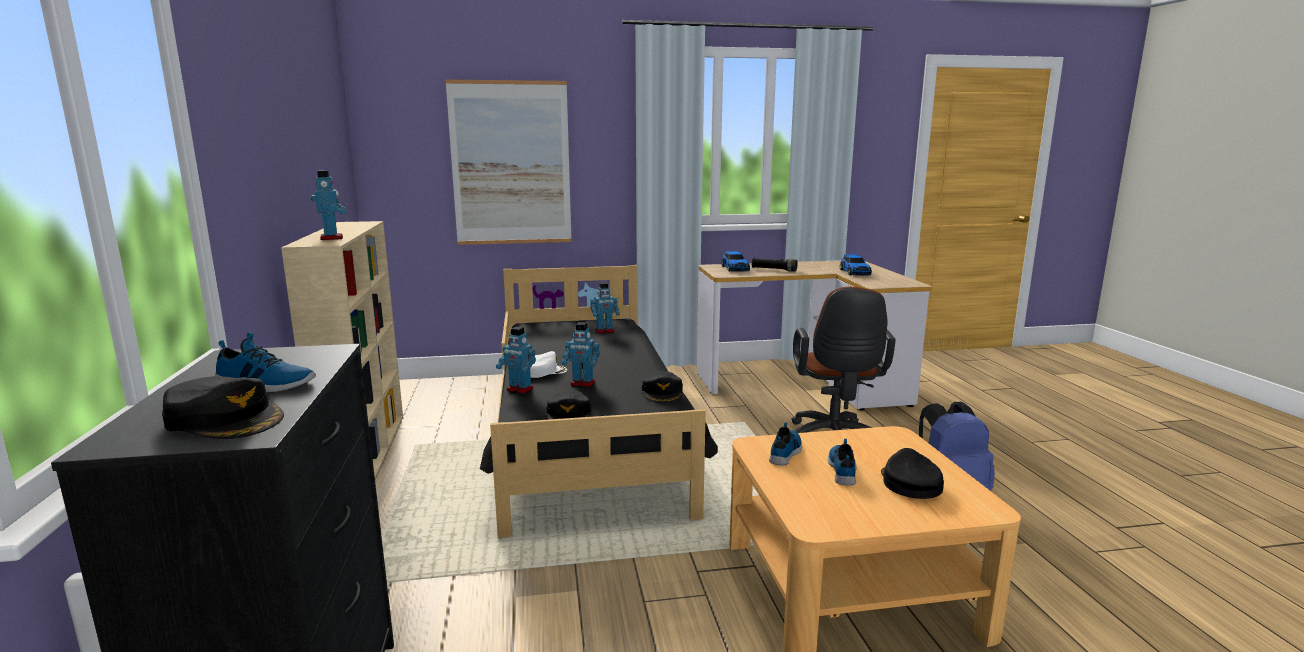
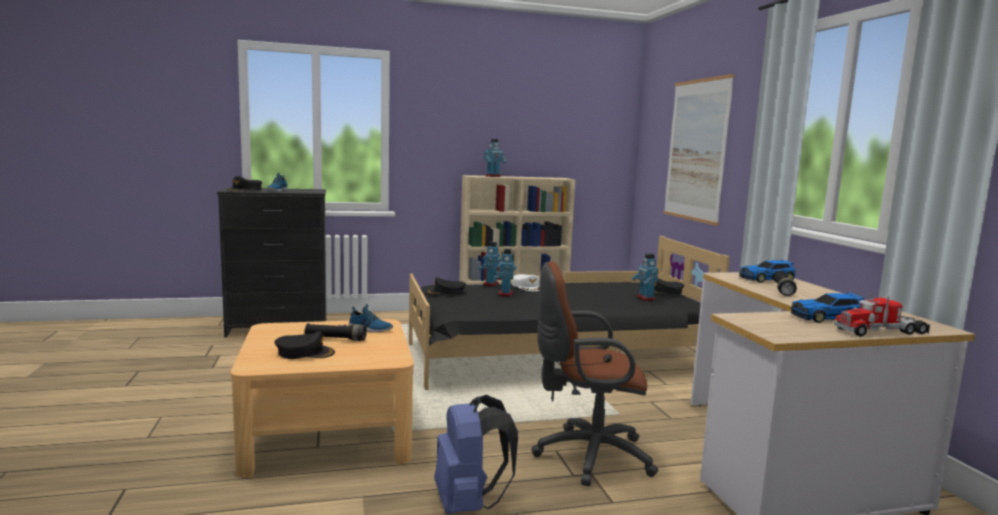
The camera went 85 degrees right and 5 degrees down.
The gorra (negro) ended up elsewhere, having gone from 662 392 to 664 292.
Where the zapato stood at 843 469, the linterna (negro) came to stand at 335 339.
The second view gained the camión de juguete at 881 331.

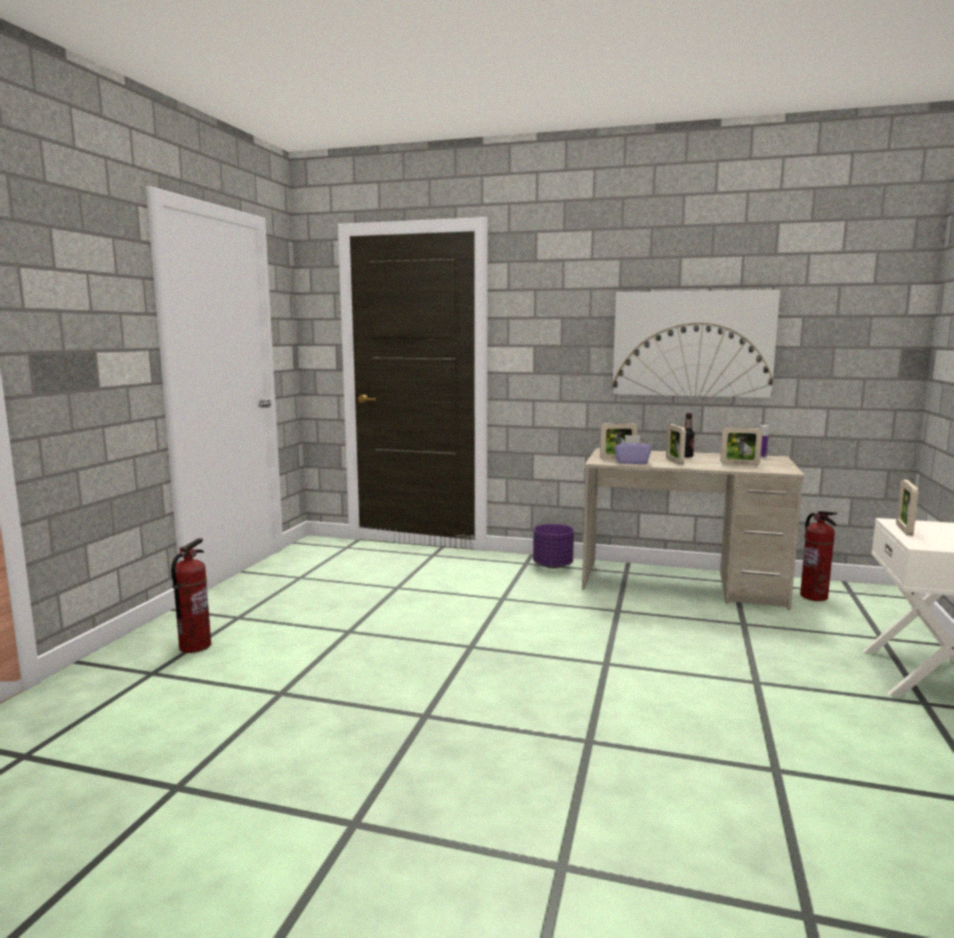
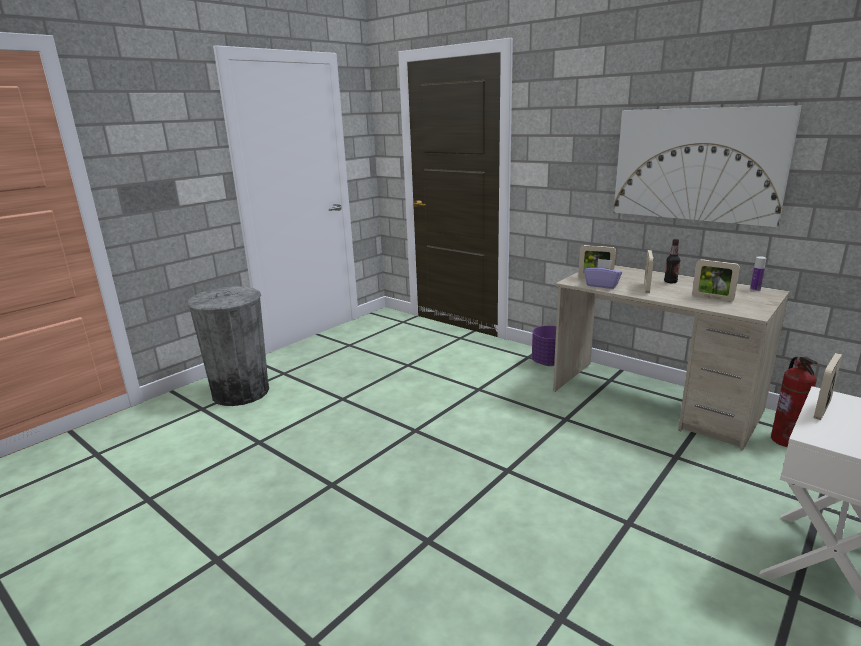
The camera went 25 degrees right and 10 degrees up.
Where the extintor stood at 195 646, the papelera (gris) came to stand at 241 392.

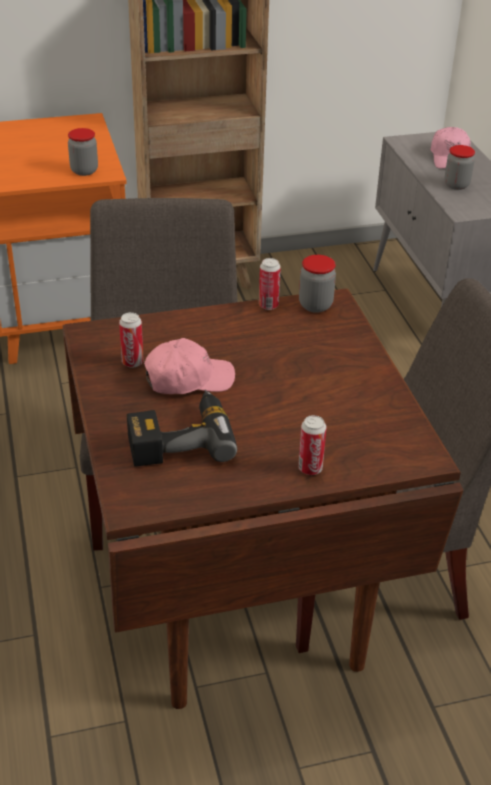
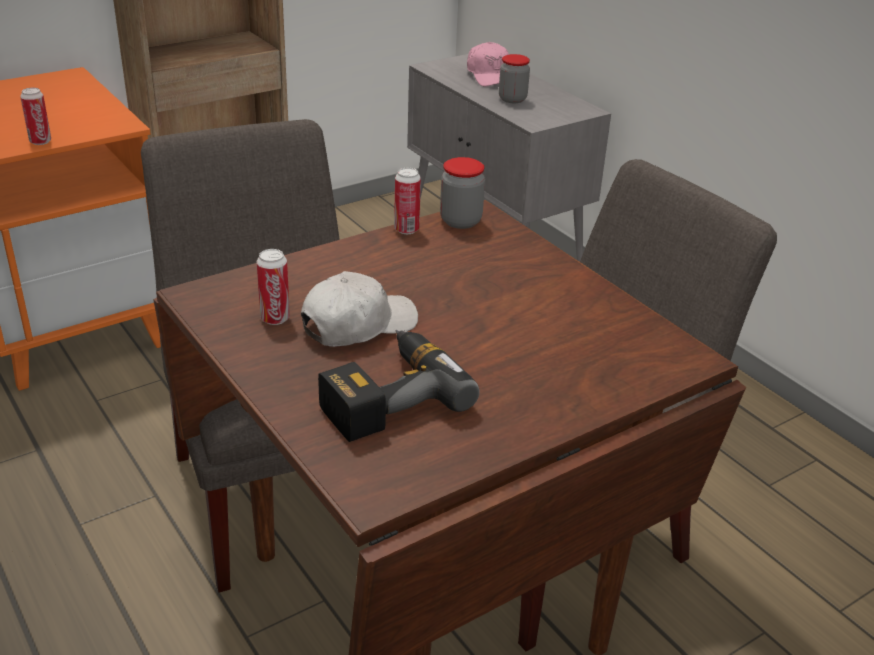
The camera went 20 degrees left and 5 degrees down.
The second view lost the tarro at 84 171.
What was the gorra (rosa) at 188 379 turned into the gorra (blanco) at 358 325.
The lata ended up elsewhere, having gone from 310 468 to 40 141.

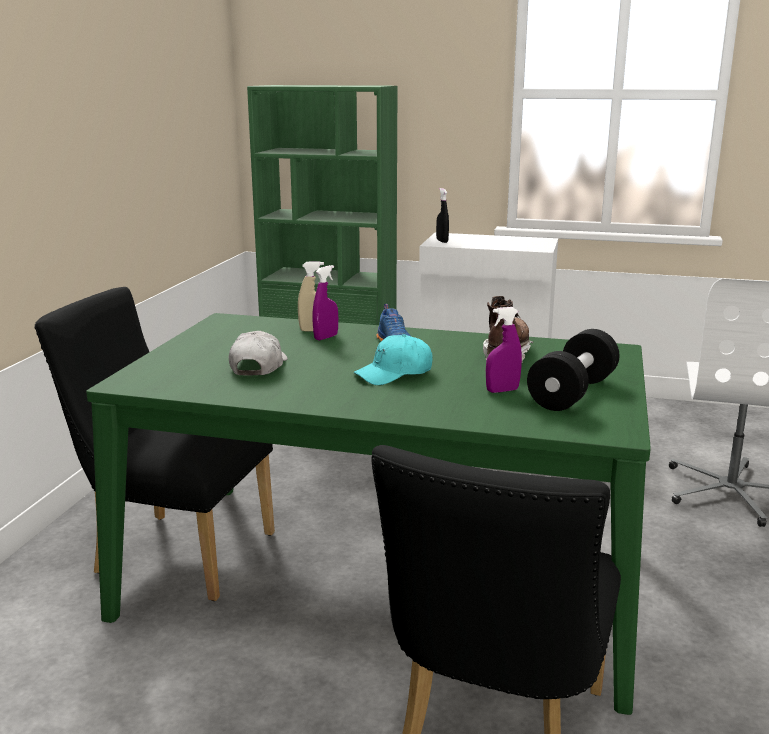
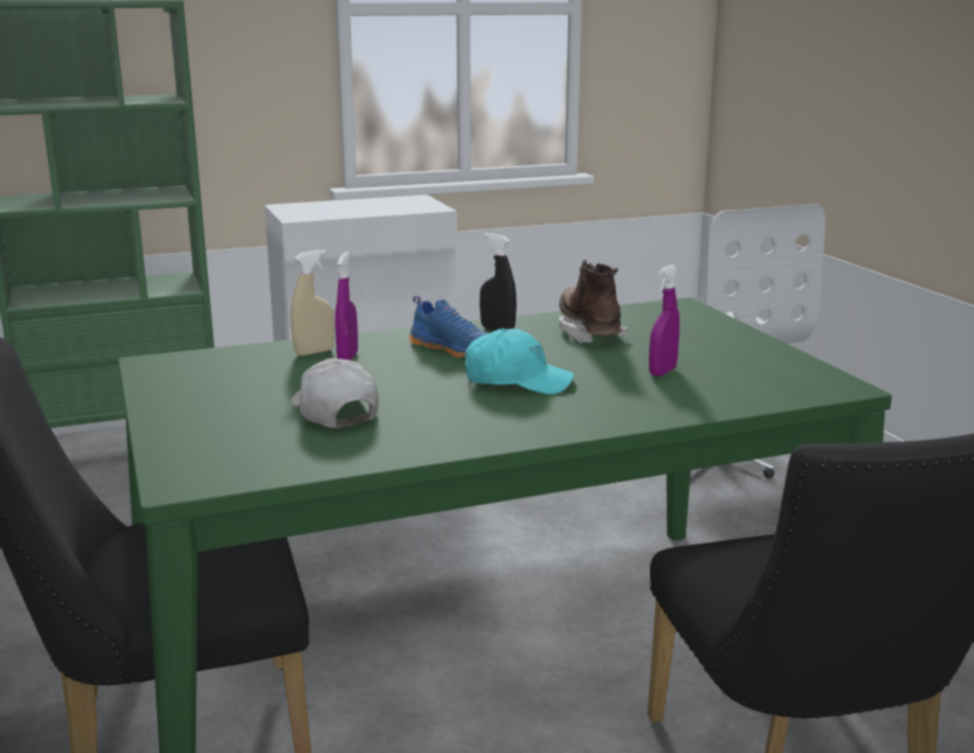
The camera went 35 degrees left and 0 degrees up.
The pulverizador (negro) ended up elsewhere, having gone from 442 241 to 497 330.
The second view lost the mancuerna (negro) at 572 393.
The gorra (turquesa) at 394 373 ended up facing another way, 105 degrees counterclockwise from before.

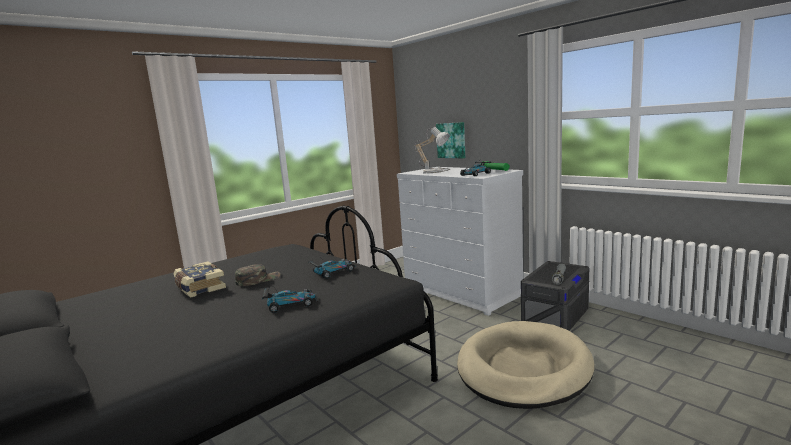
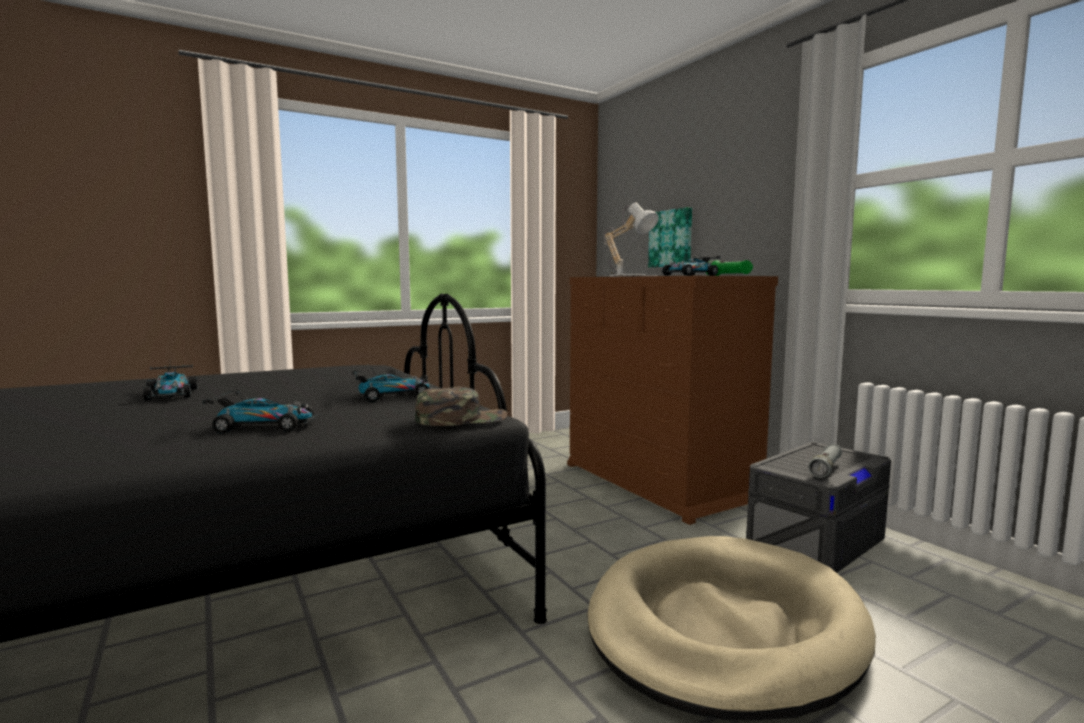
The camera went 10 degrees right and 5 degrees down.
What was the cómoda (blanco) at 462 291 turned into the cómoda (marrón) at 659 481.
Where the libro stood at 199 288, the coche de juguete came to stand at 171 394.
The gorra (verde) ended up elsewhere, having gone from 258 279 to 461 419.

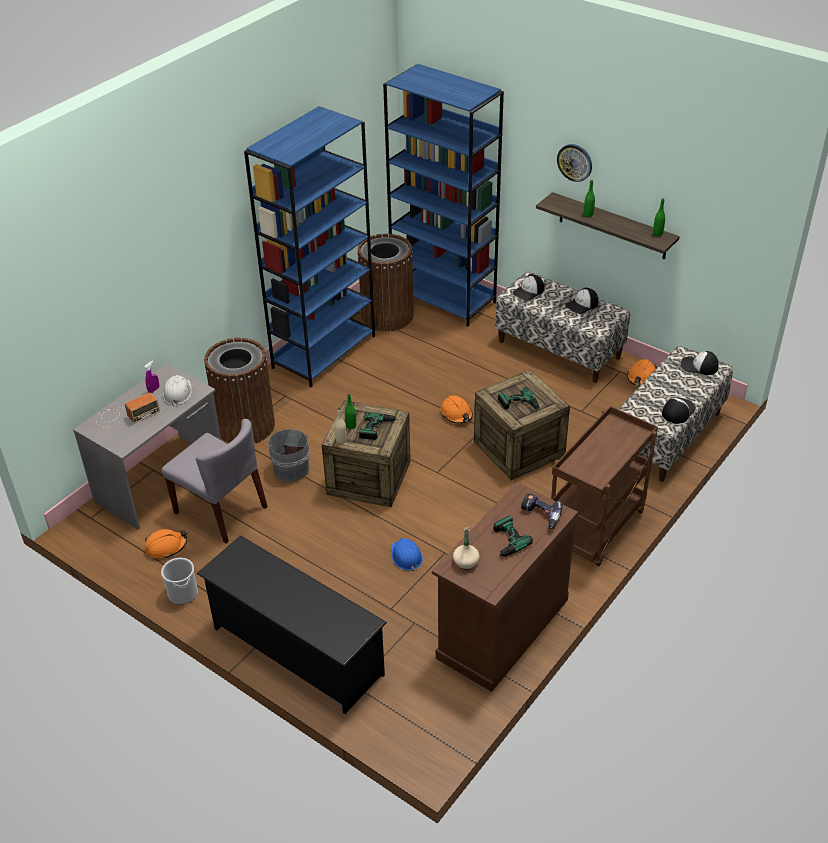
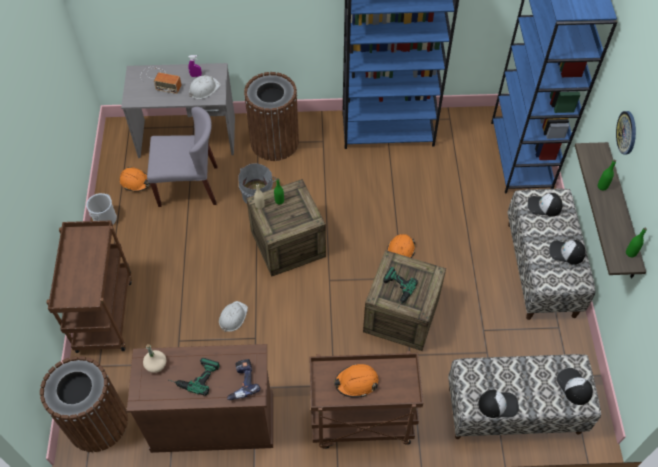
The camera went 50 degrees right and 15 degrees up.
The papelera (marrón) ended up elsewhere, having gone from 387 315 to 97 422.
The casco (naranja) ended up elsewhere, having gone from 641 377 to 356 382.
The second view lost the taladro at 381 429.
The silla (gris) at 221 510 ended up facing another way, 90 degrees counterclockwise from before.
Where the zapatero (negro) stood at 296 651, the carrito (marrón) came to stand at 104 313.
What was the casco (azul) at 406 556 turned into the casco (blanco) at 232 317.

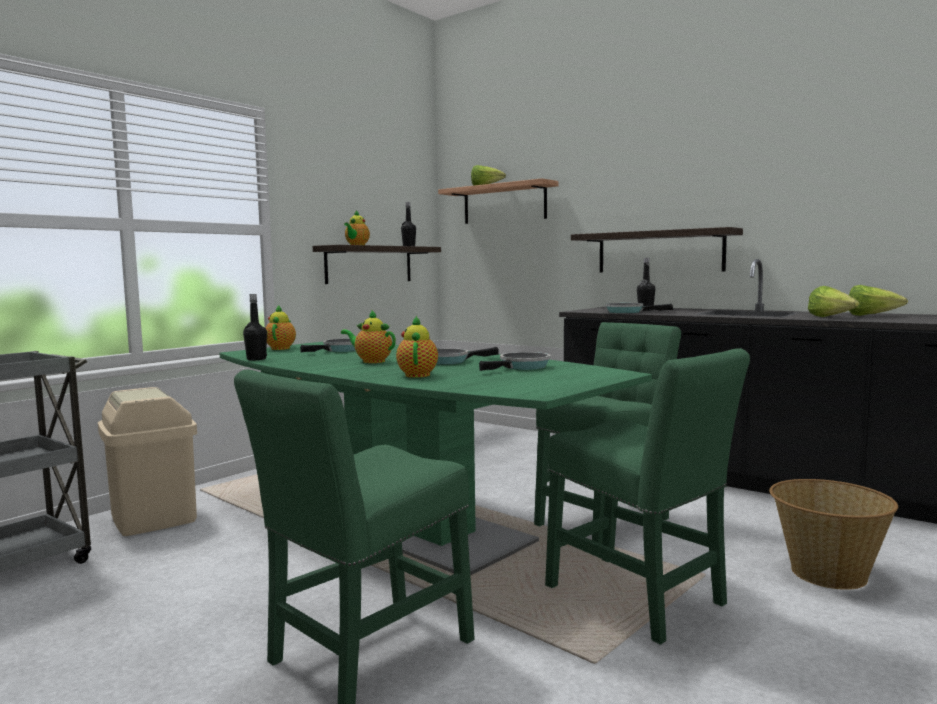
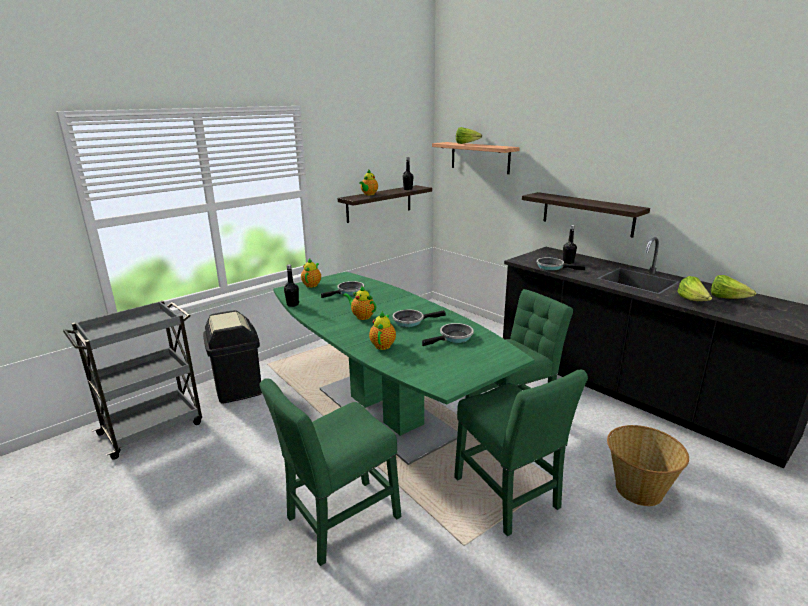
The camera went 10 degrees right and 15 degrees up.
What was the papelera (beis) at 152 518 turned into the papelera (negro) at 238 388.

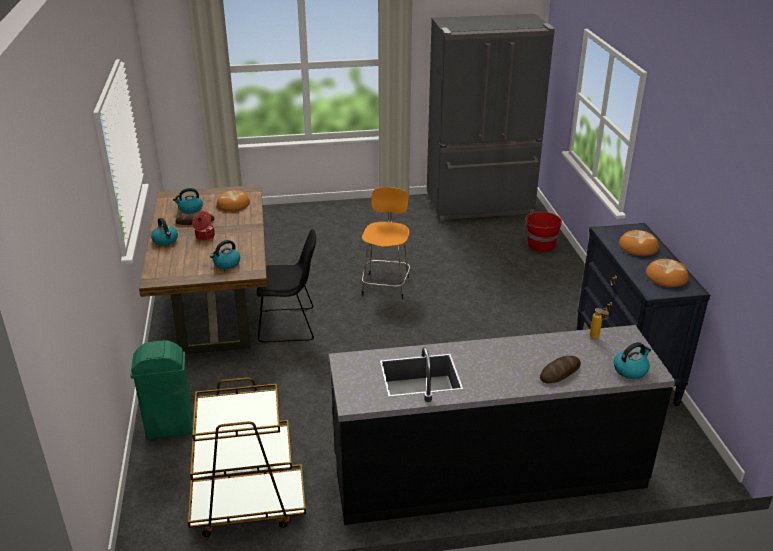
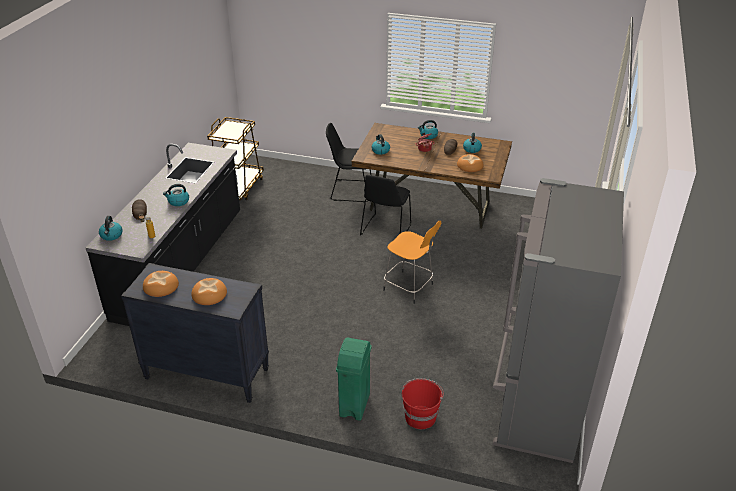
The camera went 115 degrees right and 5 degrees up.
The papelera (verde) ended up elsewhere, having gone from 170 428 to 354 405.
The second view gained the silla (negro) at 349 190.
The second view gained the hervidor at 178 202.

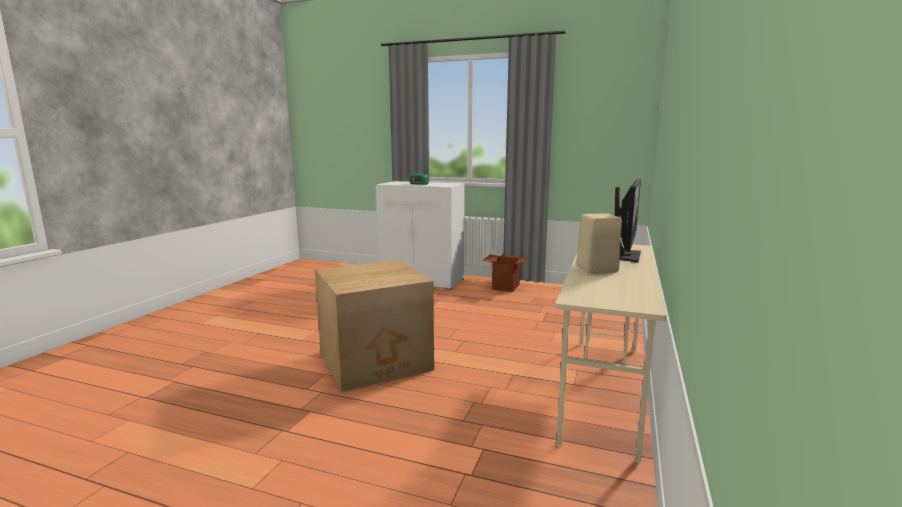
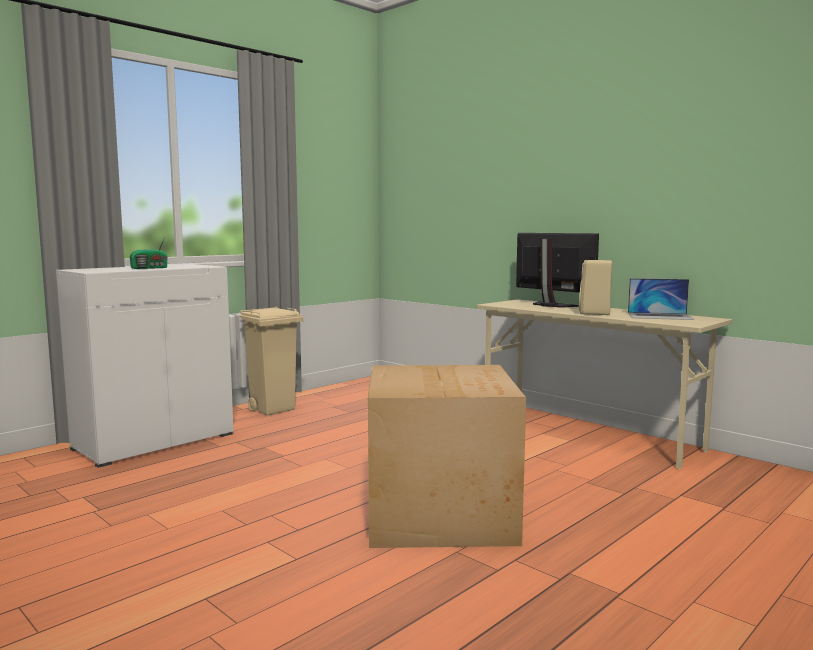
The camera went 65 degrees left and 5 degrees down.
Where the caja de cartón stood at 505 286, the papelera (beis) came to stand at 273 409.
The second view gained the portátil at 660 316.

